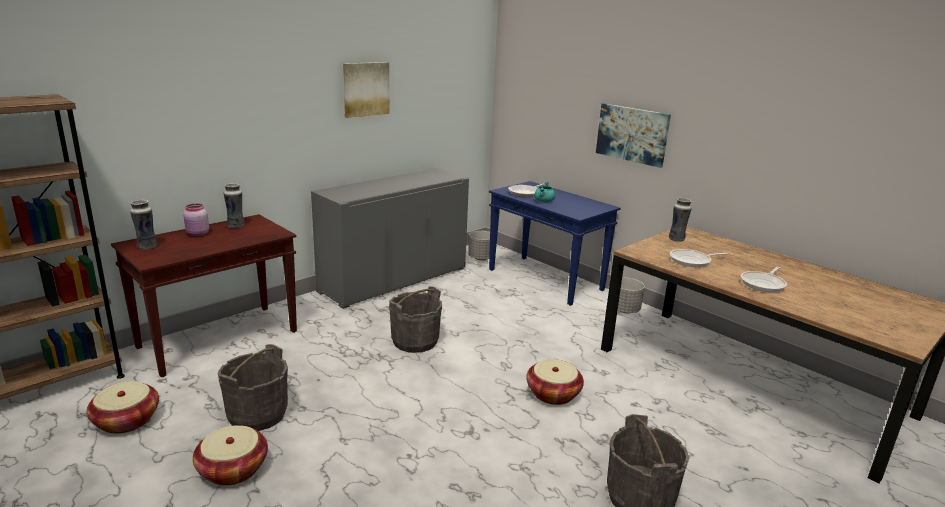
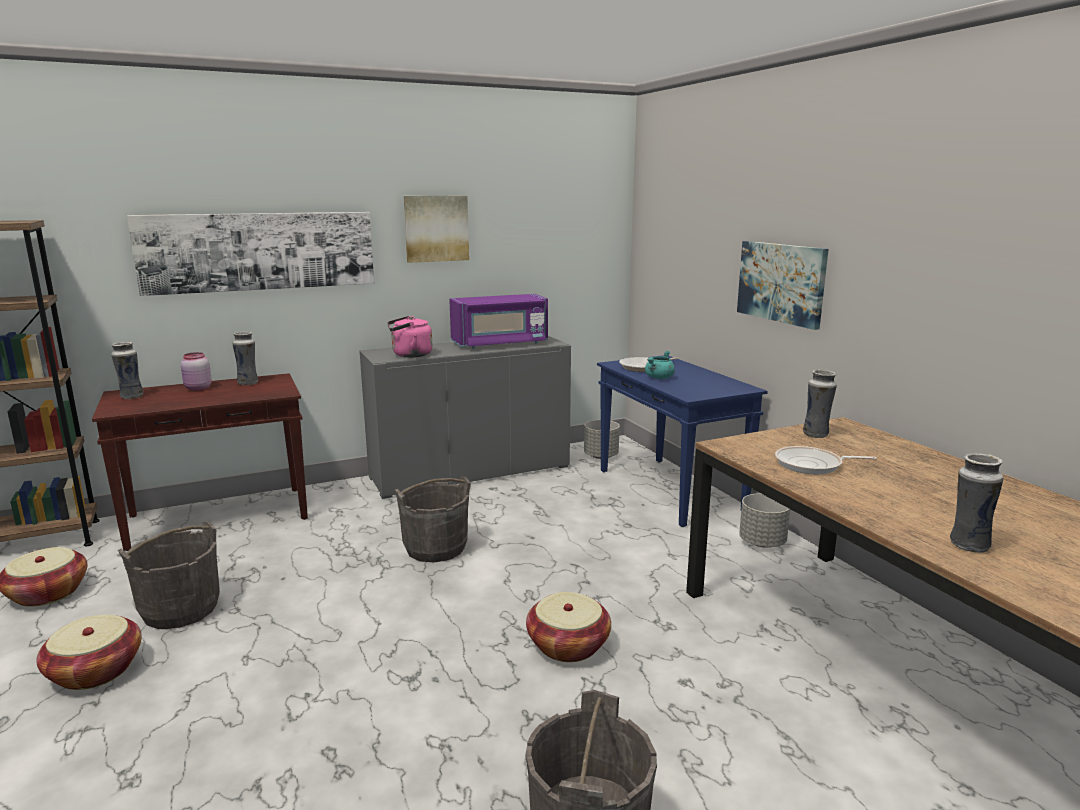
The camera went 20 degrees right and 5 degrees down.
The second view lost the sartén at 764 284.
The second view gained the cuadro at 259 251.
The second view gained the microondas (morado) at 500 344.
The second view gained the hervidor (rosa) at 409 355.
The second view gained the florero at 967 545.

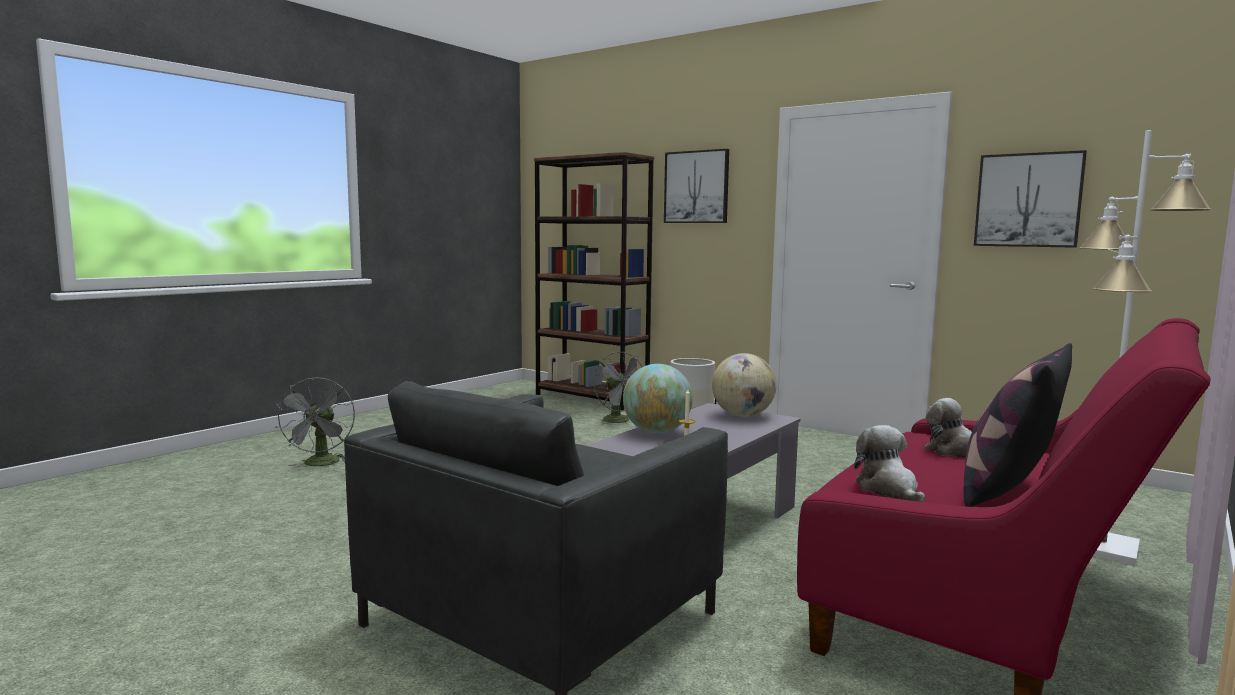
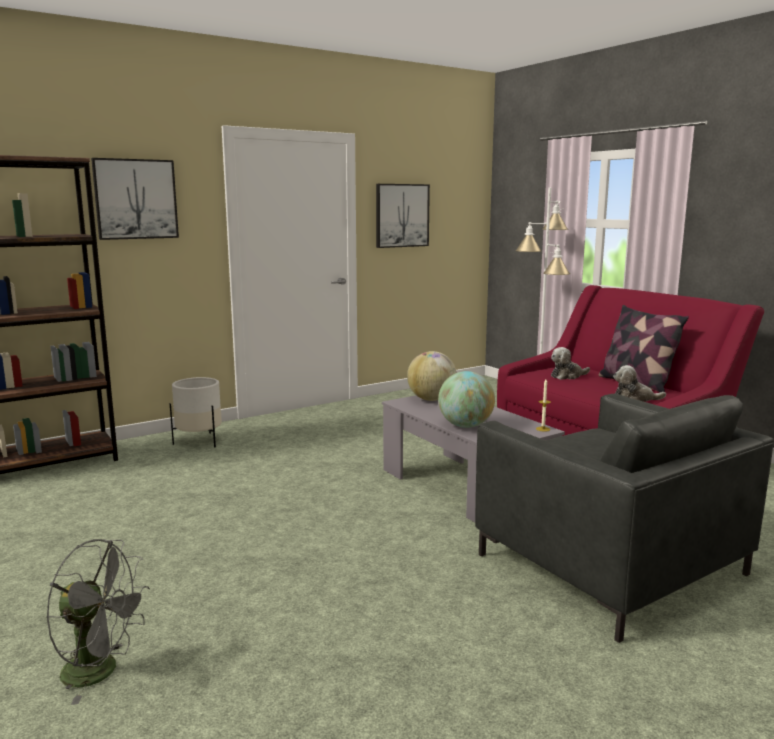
The camera went 70 degrees left and 5 degrees up.
The second view lost the ventilador (gris) at 620 421.

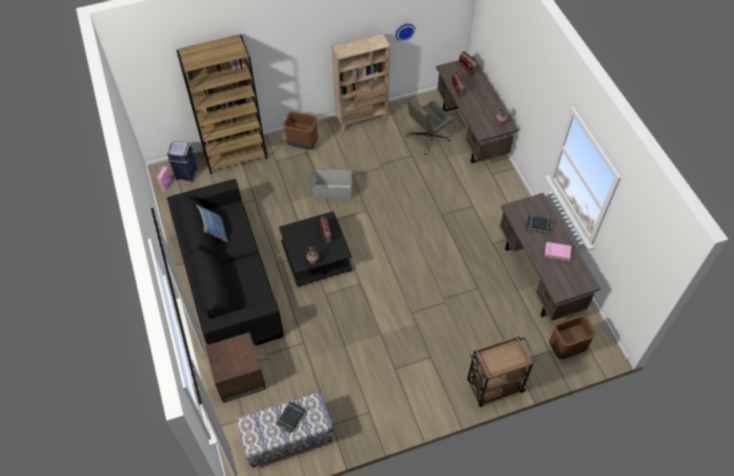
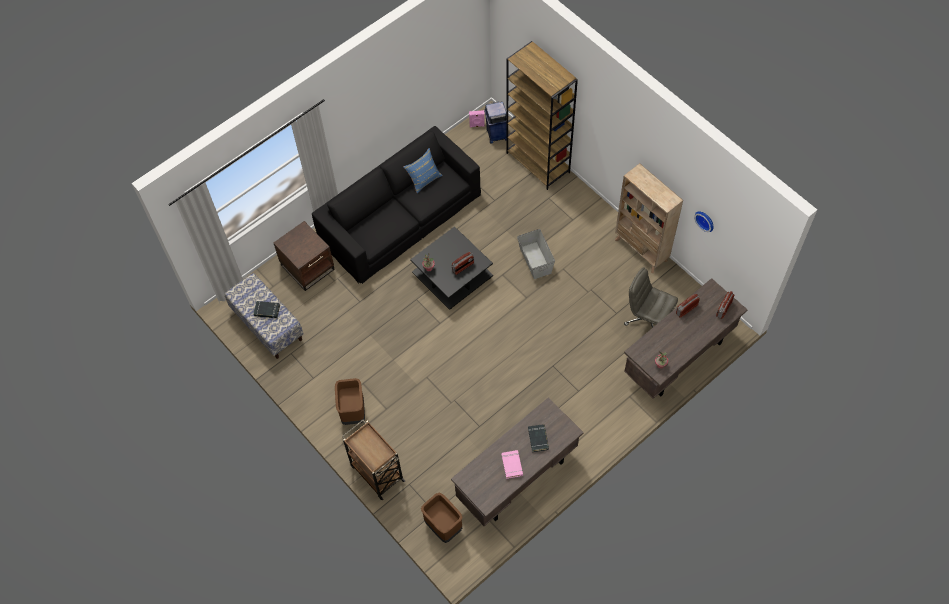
The camera went 70 degrees right and 5 degrees up.
The papelera (marrón) ended up elsewhere, having gone from 303 144 to 353 412.

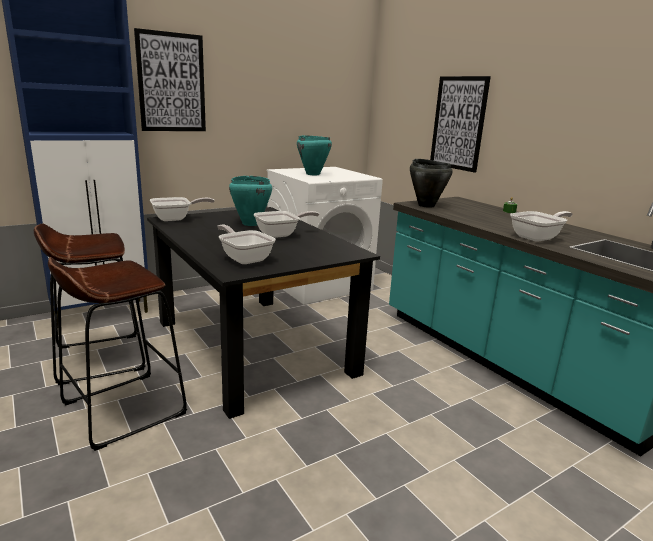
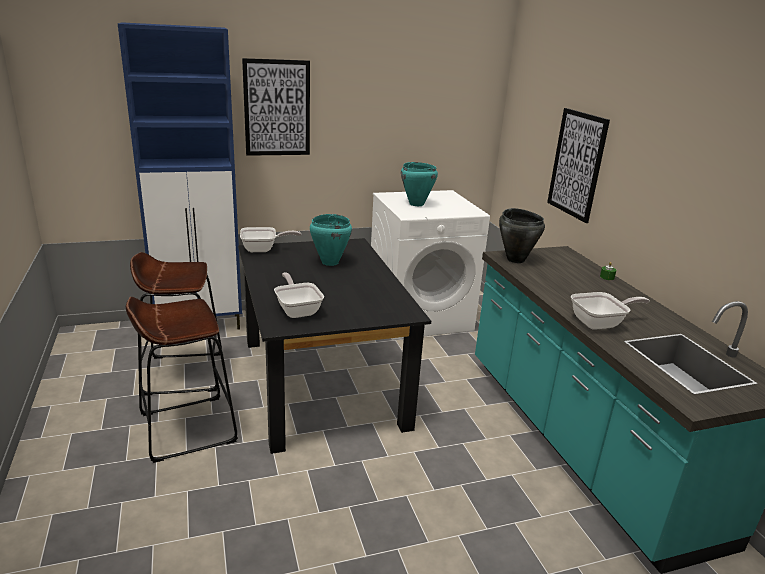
The camera went 15 degrees right and 5 degrees up.
The second view lost the sartén at 281 234.

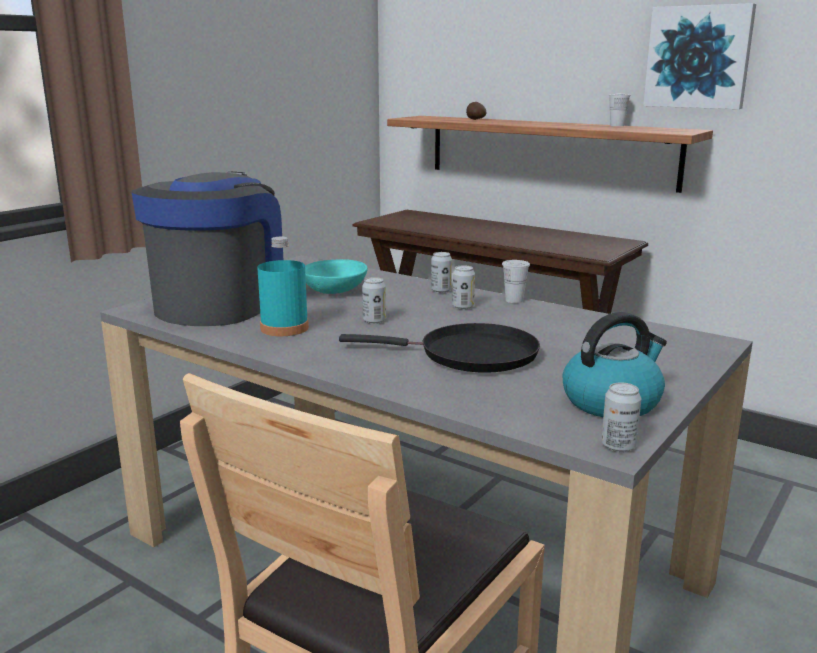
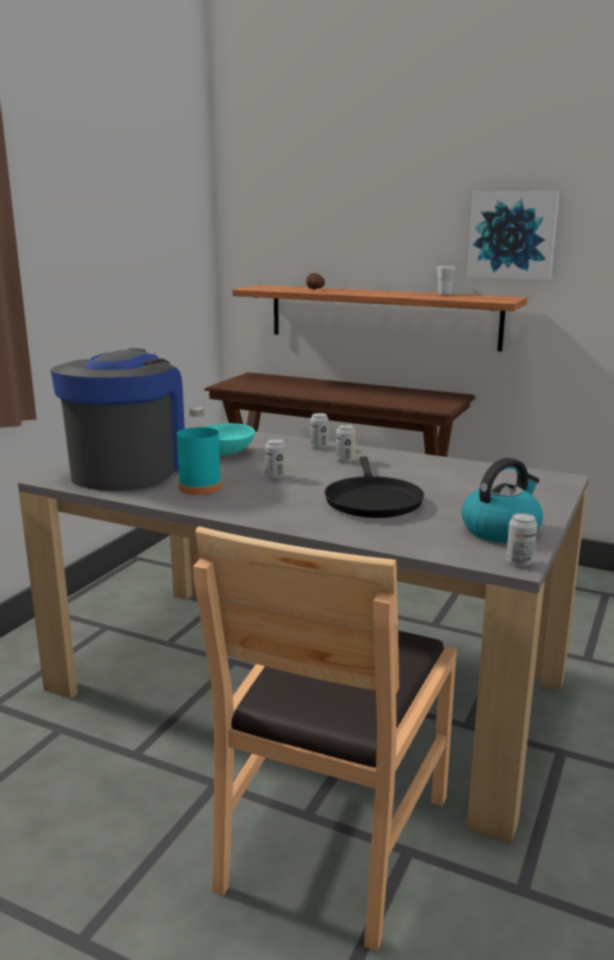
The camera went 10 degrees left and 0 degrees up.
The second view lost the taza (blanco) at 514 300.
The sartén (negro) at 470 355 ended up facing another way, 90 degrees clockwise from before.

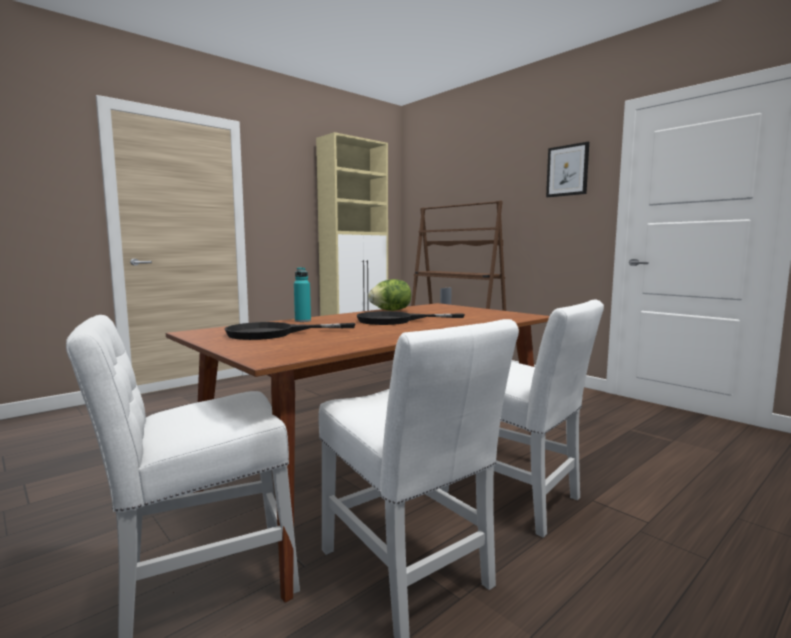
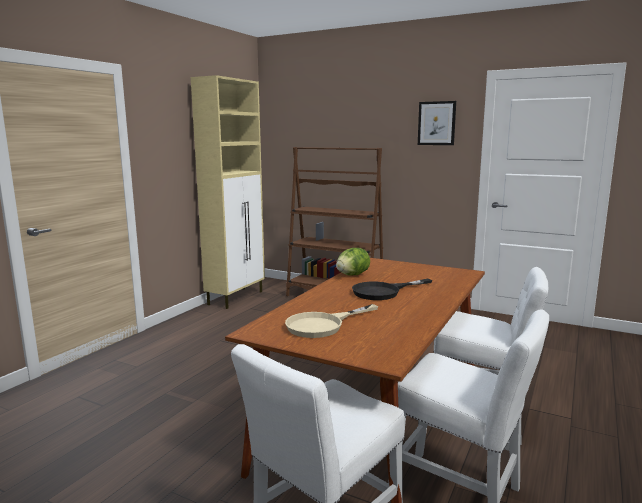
The camera went 20 degrees left and 5 degrees up.
The second view lost the botella (turquesa) at 302 321.
What was the sartén (negro) at 273 333 turned into the sartén (beis) at 323 325.

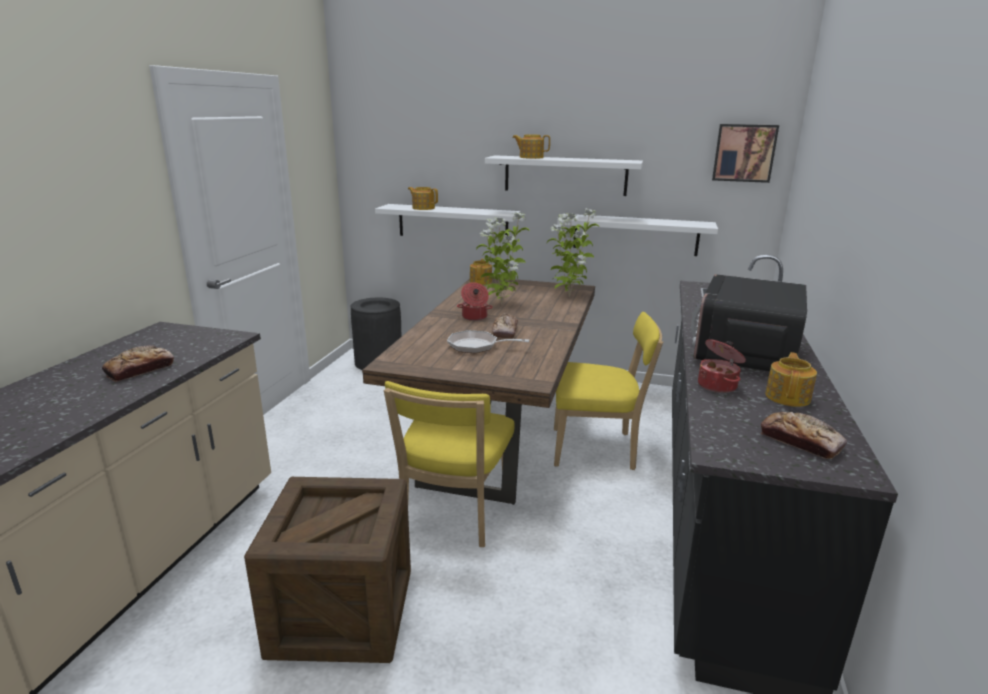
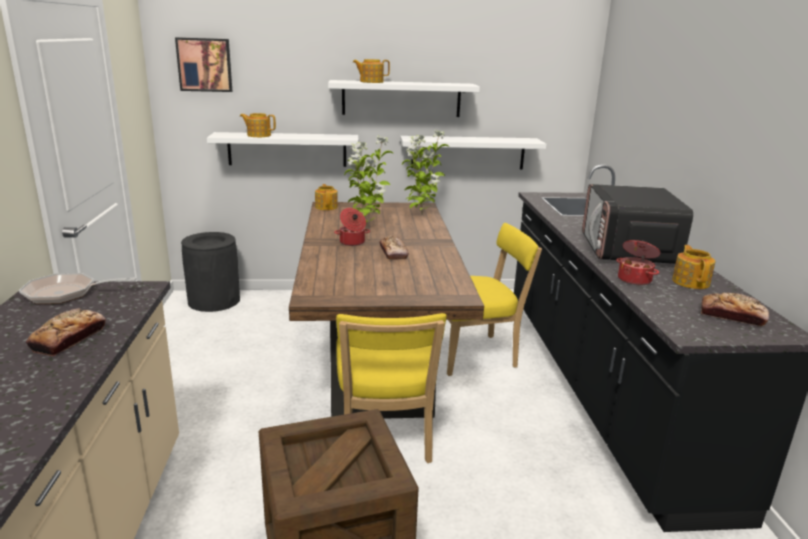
The camera went 20 degrees left and 0 degrees up.
The cuadro ended up elsewhere, having gone from 744 153 to 205 64.
The sartén ended up elsewhere, having gone from 477 346 to 66 293.

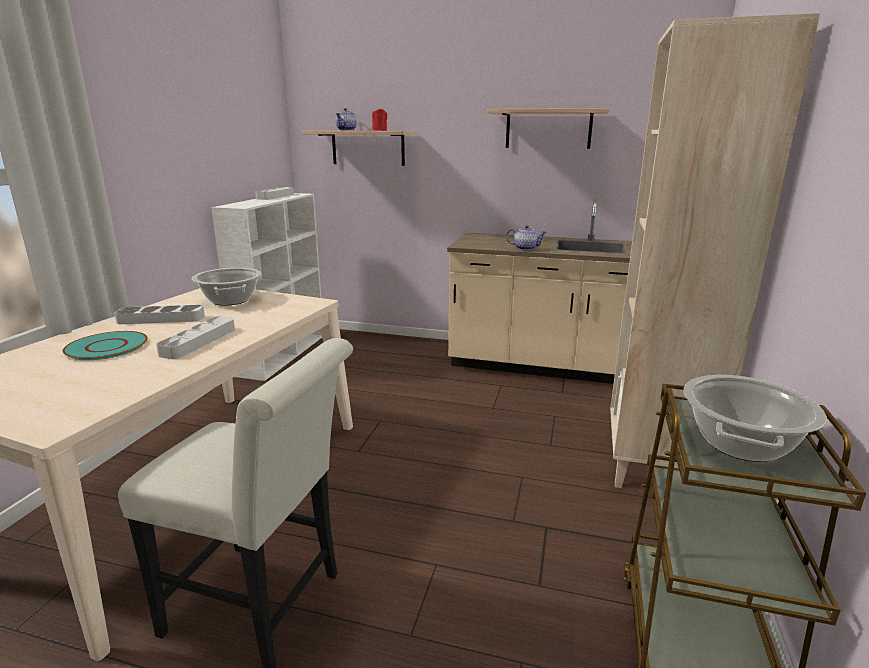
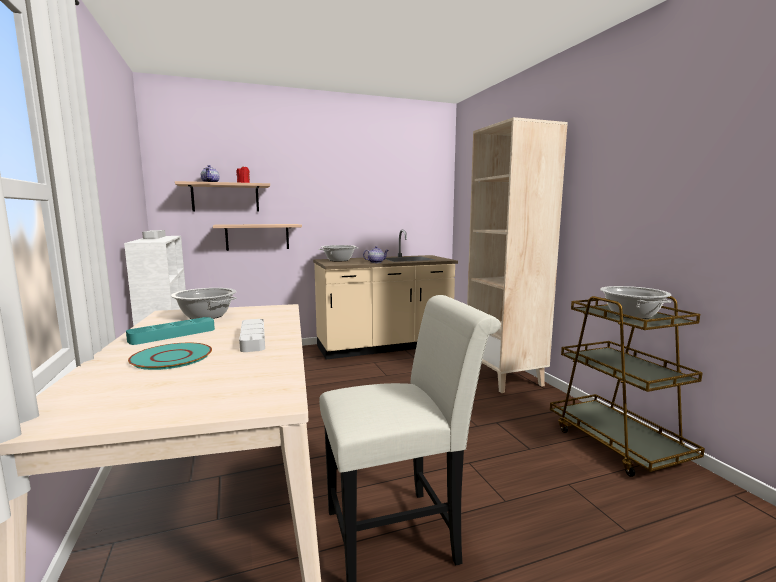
The camera went 35 degrees left and 10 degrees down.
The estante ended up elsewhere, having gone from 548 129 to 257 237.
What was the bandeja (gris) at 161 319 turned into the bandeja (turquesa) at 173 335.
The second view gained the olla at 339 260.

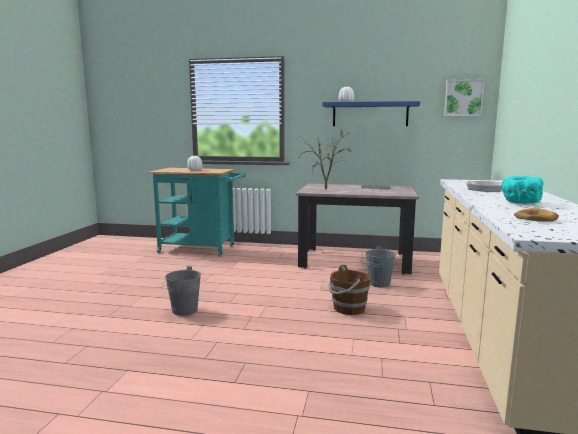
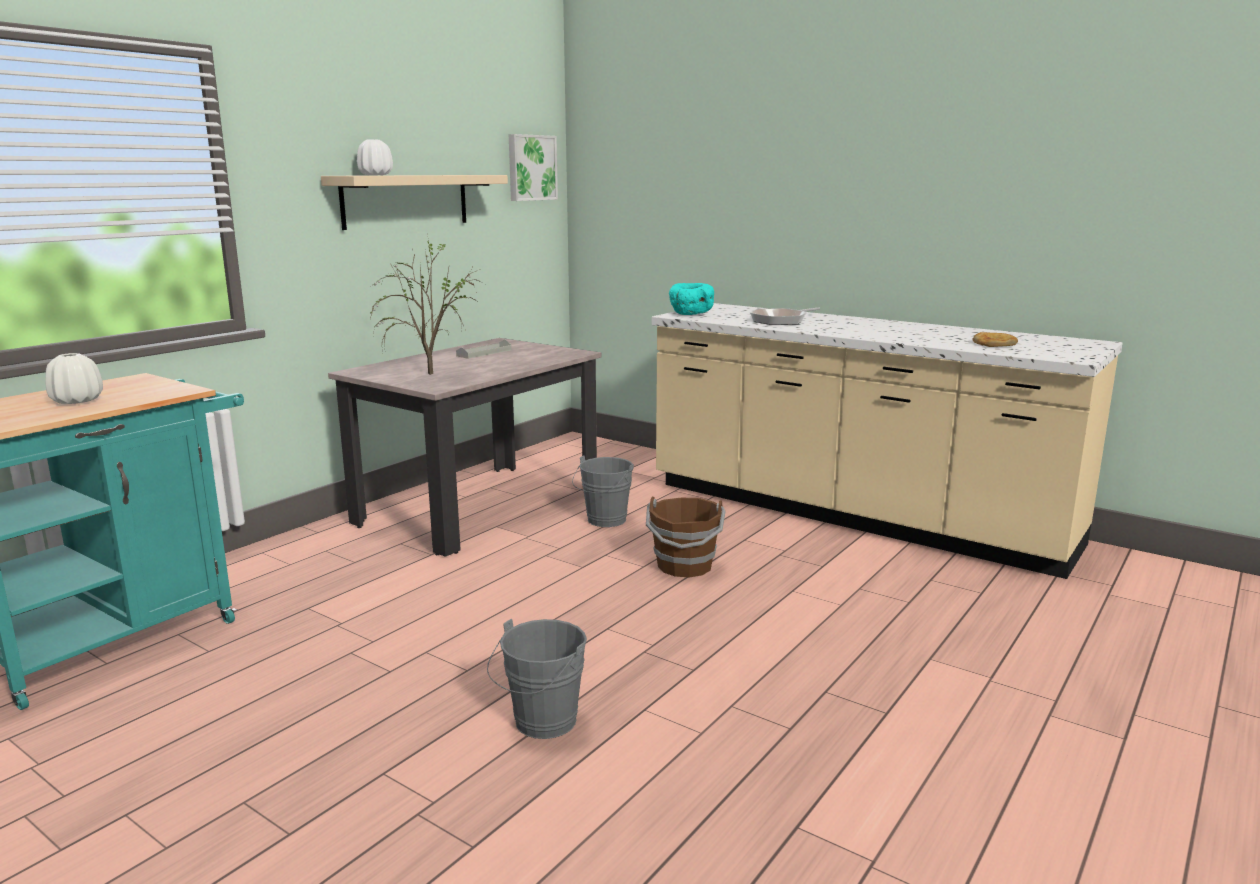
The camera went 65 degrees left and 5 degrees up.
What was the estante (azul) at 370 114 turned into the estante (beis) at 406 200.
The cuenco (turquesa) ended up elsewhere, having gone from 520 203 to 690 314.

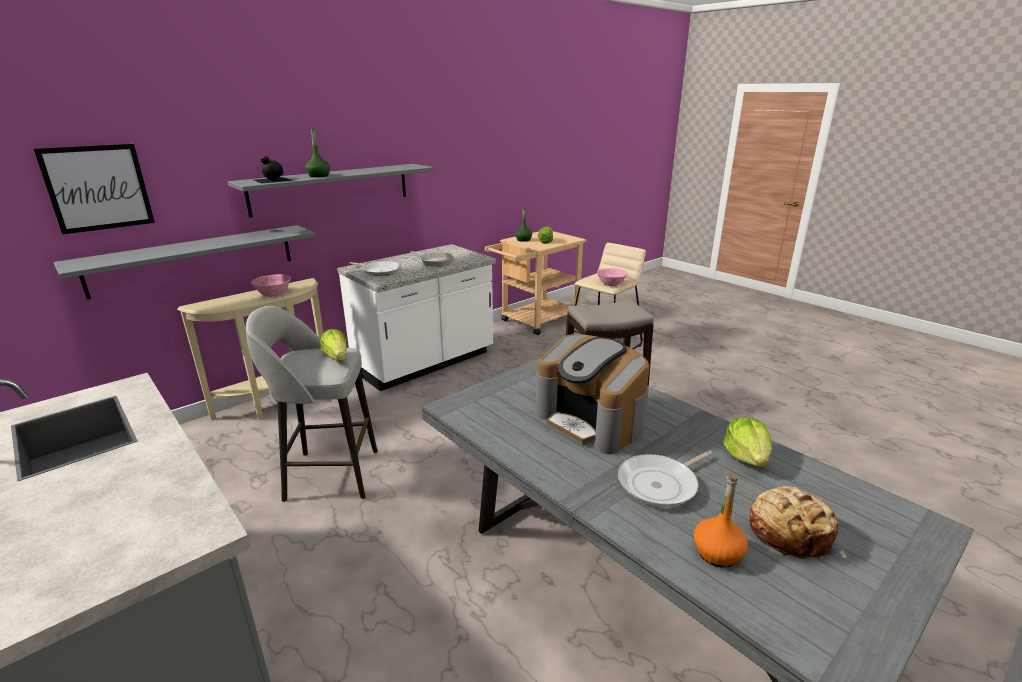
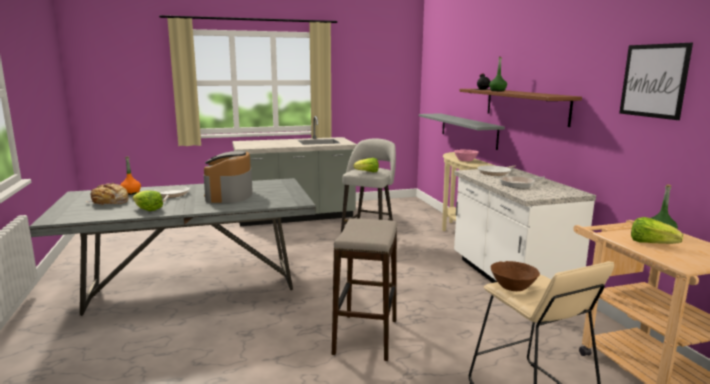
The camera went 115 degrees right and 10 degrees down.
The cuadro ended up elsewhere, having gone from 98 188 to 653 81.
What was the estante (gris) at 332 188 turned into the estante (marrón) at 525 105.
What was the cuenco (rosa) at 611 284 turned into the cuenco (marrón) at 513 286.
The cafetera at 591 421 ended up facing another way, 75 degrees counterclockwise from before.

